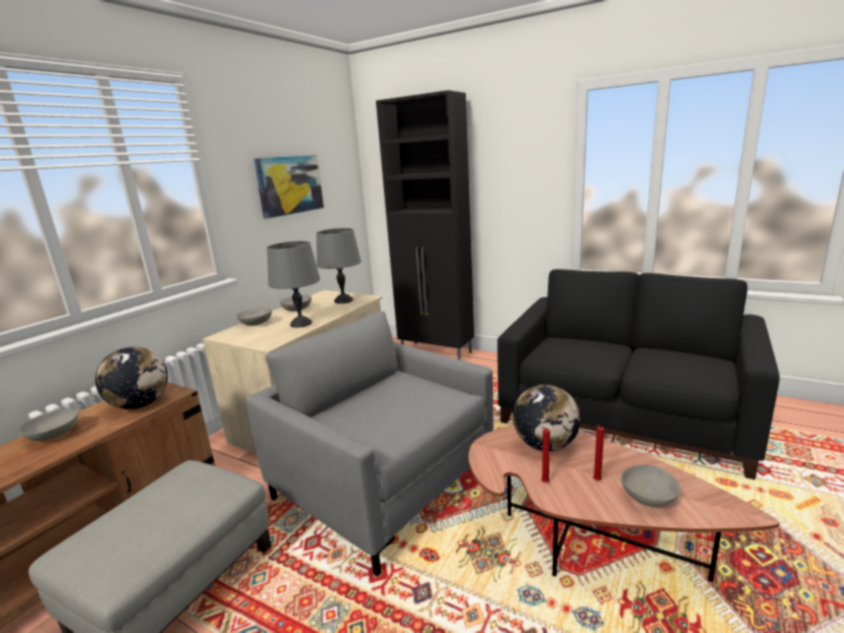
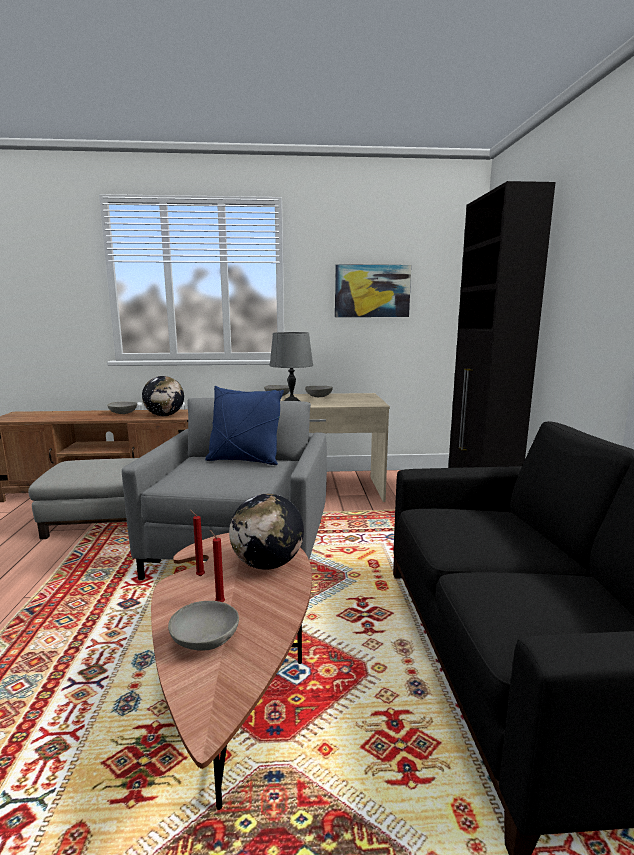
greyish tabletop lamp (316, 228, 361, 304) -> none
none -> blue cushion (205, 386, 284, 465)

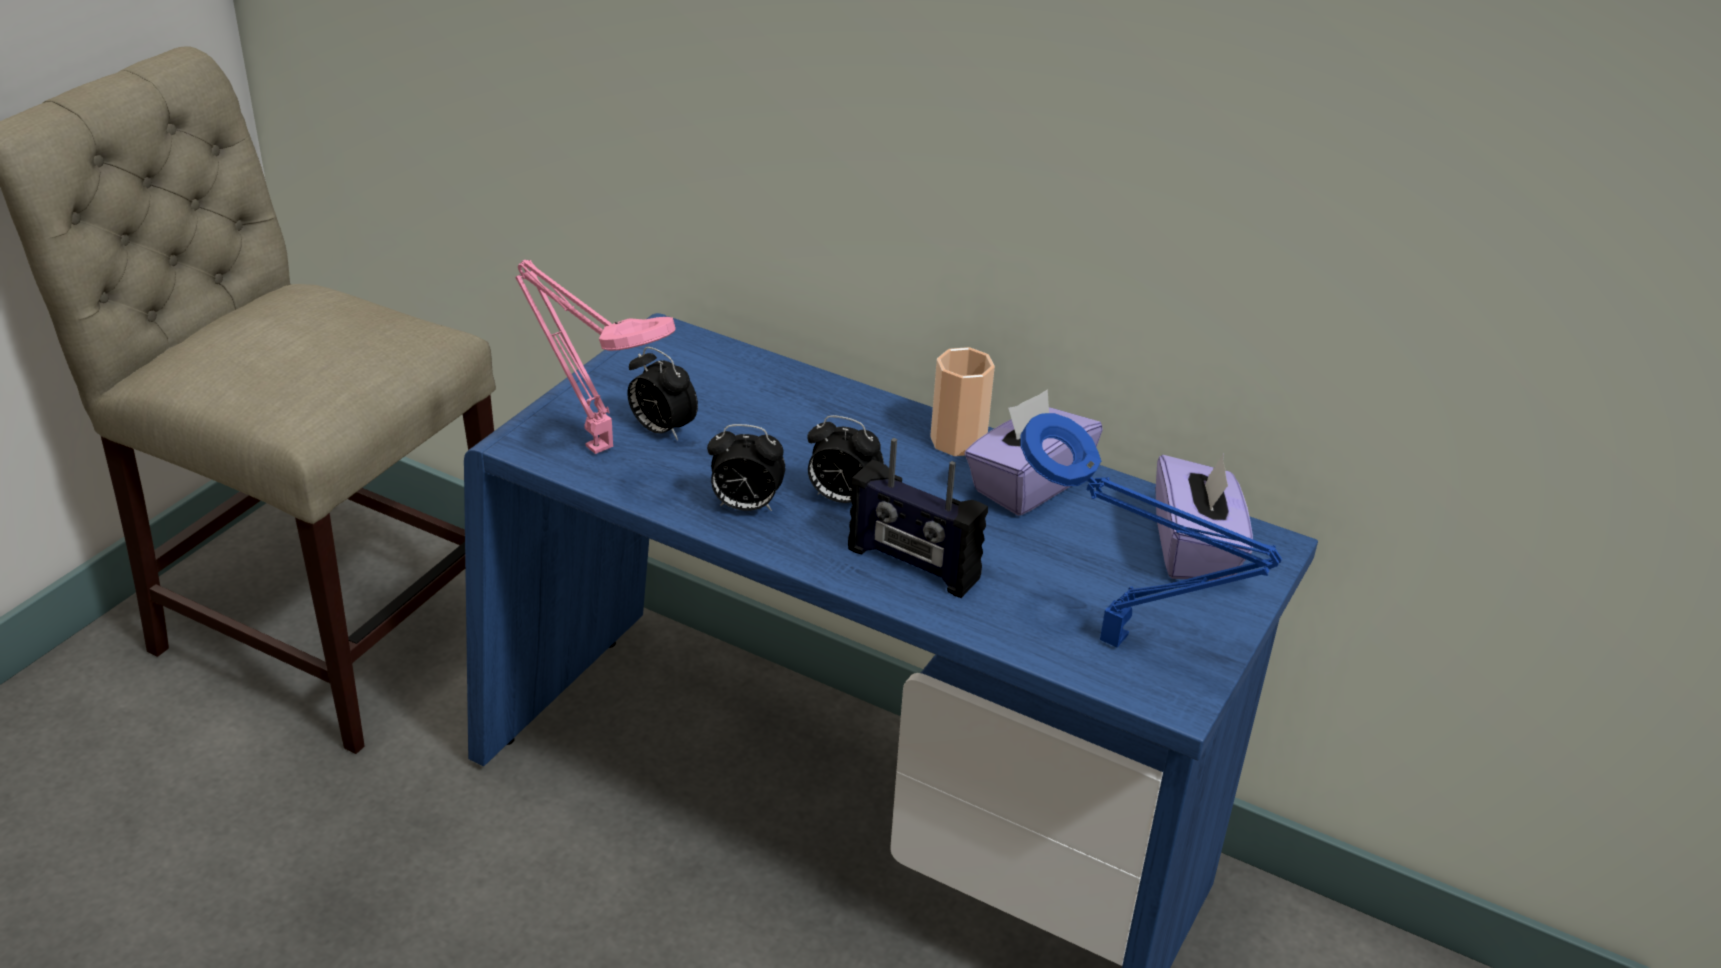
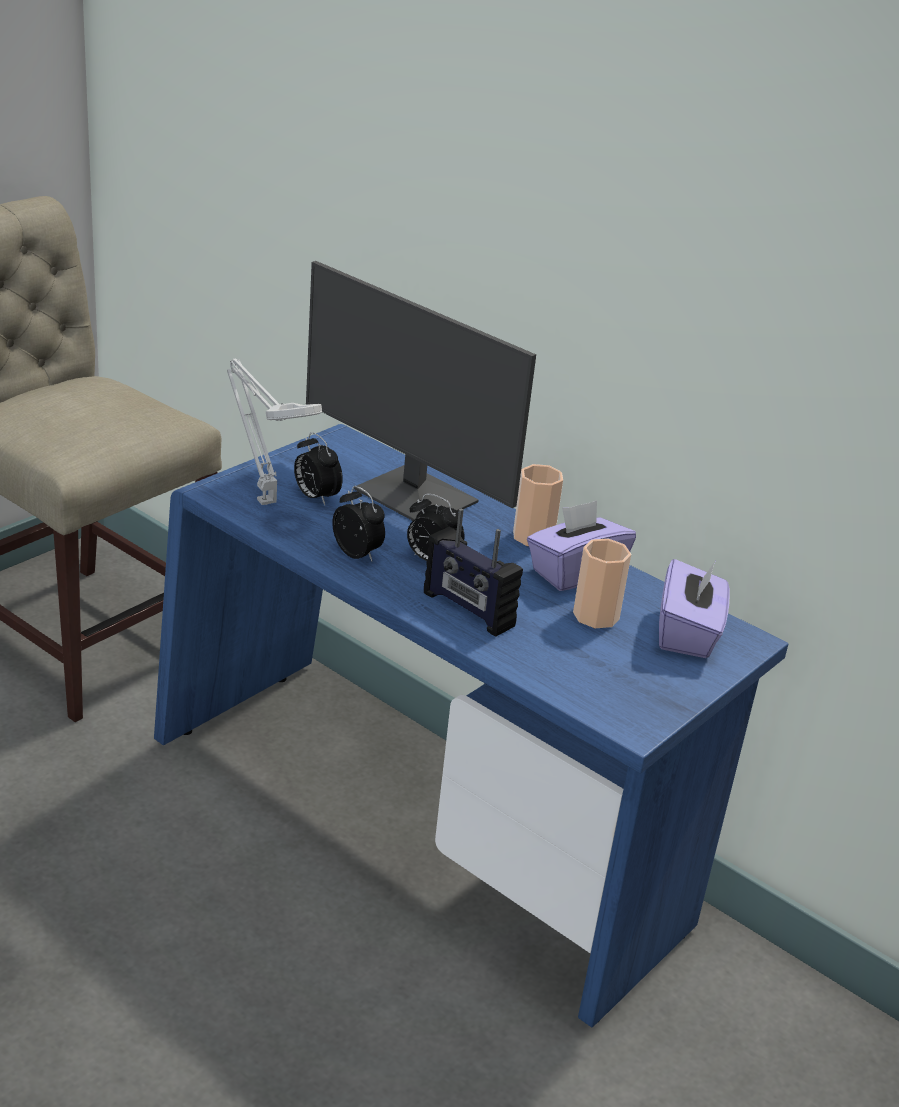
pinkish tabletop lamp (515, 260, 676, 454) -> greyish tabletop lamp (227, 359, 322, 505)
table clock (707, 424, 785, 511) -> table clock (332, 486, 385, 561), 150 degrees counterclockwise
blue tabletop lamp (1021, 413, 1282, 647) -> none
none -> computer screen (306, 261, 536, 521)
none -> small cup (573, 539, 631, 628)

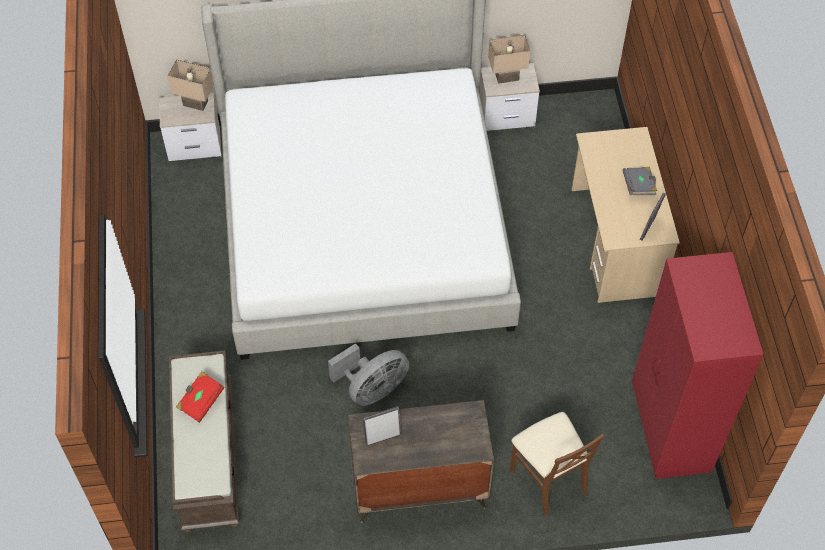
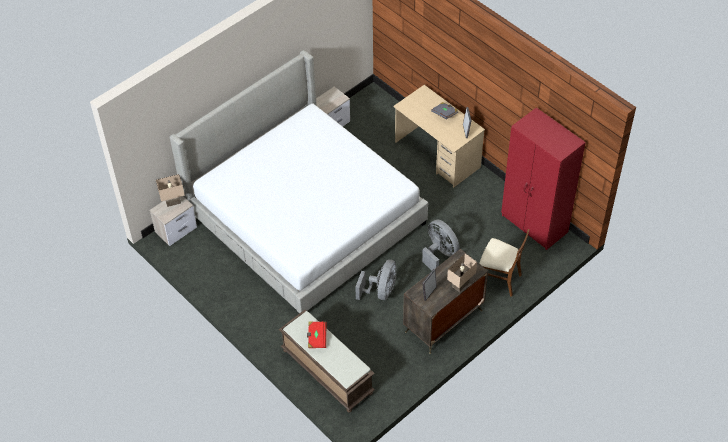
beige-coloured tabletop lamp (488, 34, 530, 84) -> beige-coloured tabletop lamp (447, 253, 477, 292), moved
none -> greyish fan (422, 220, 459, 270)

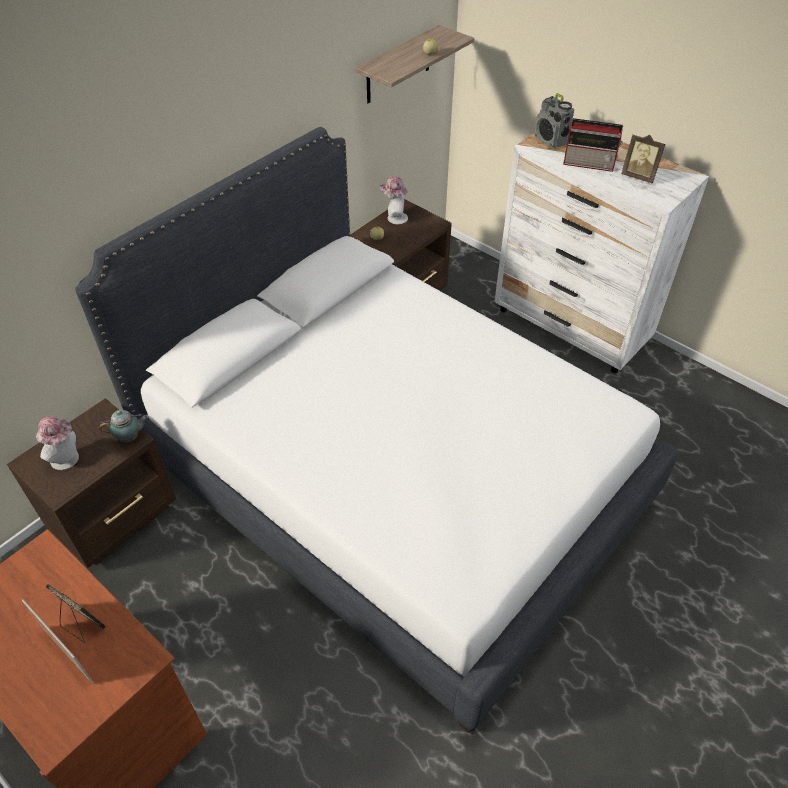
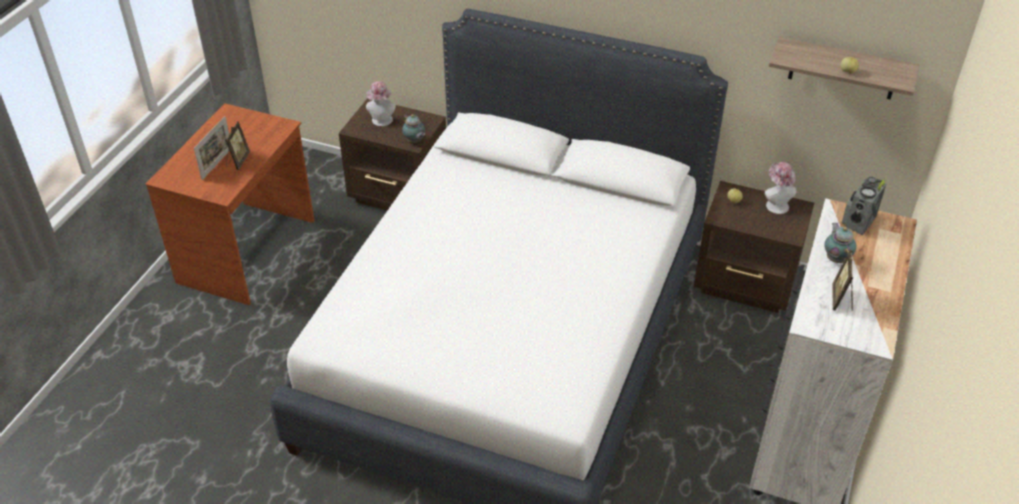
radio (563, 118, 623, 172) -> pot for tea (824, 222, 856, 263)

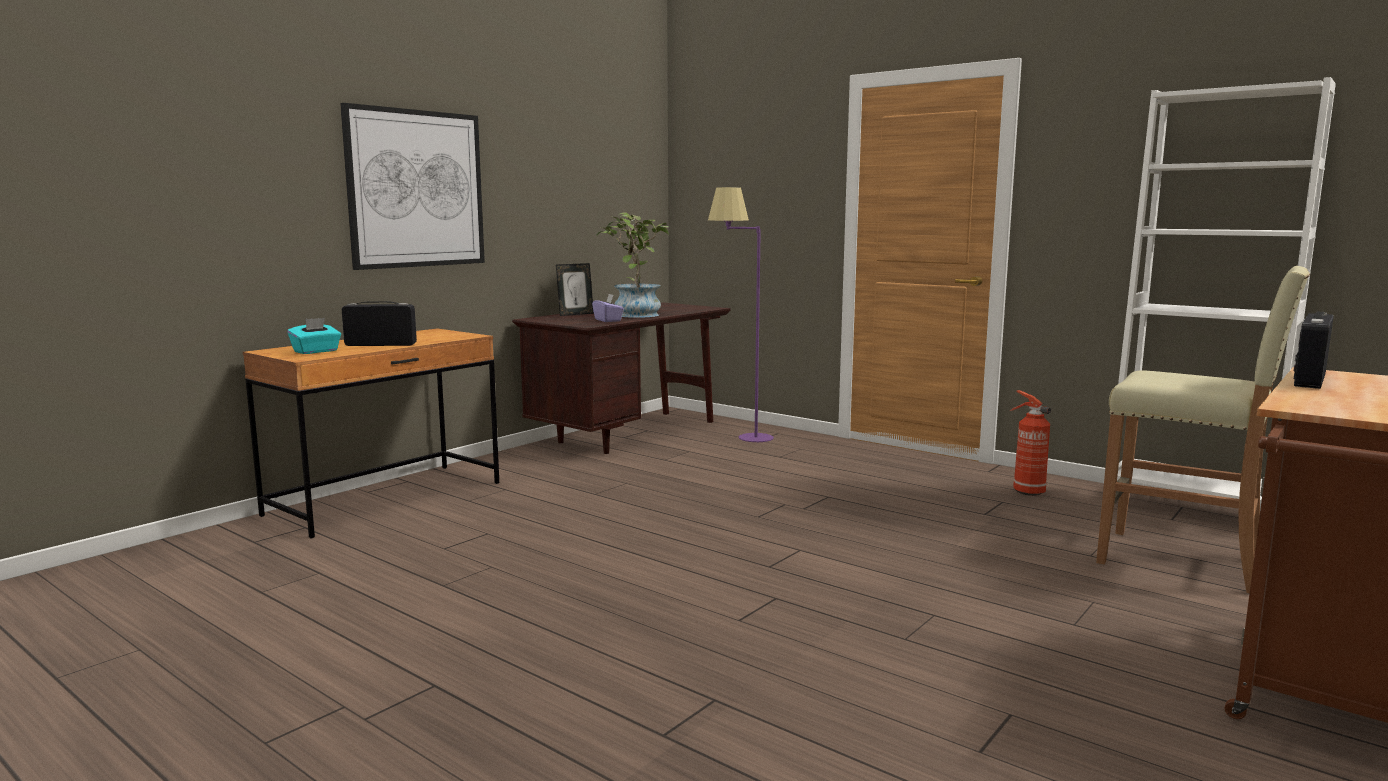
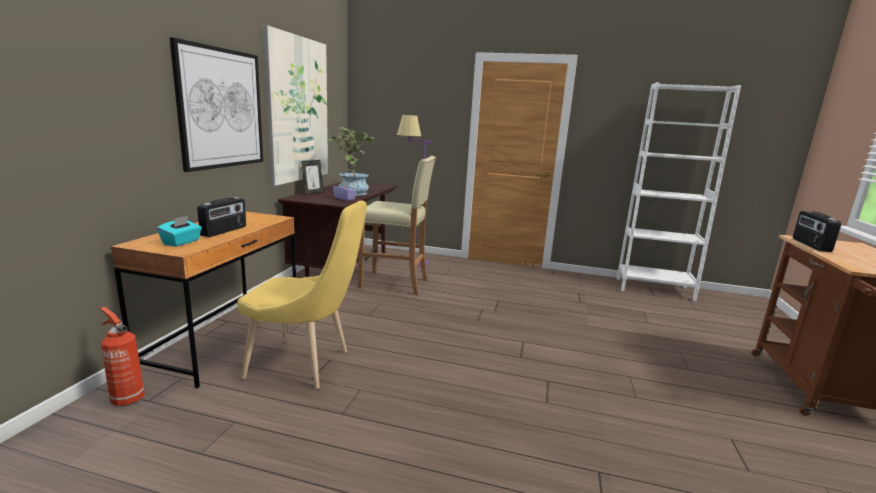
radio (342, 301, 417, 346) -> radio (197, 197, 246, 237), 135 degrees clockwise
extinguisher (1010, 390, 1051, 496) -> extinguisher (100, 307, 145, 406), moved
beige-coloured sitting stool (1096, 266, 1310, 593) -> beige-coloured sitting stool (358, 156, 436, 295), moved
none -> yellow chair (237, 200, 367, 389)
none -> wall picture (263, 25, 328, 186)

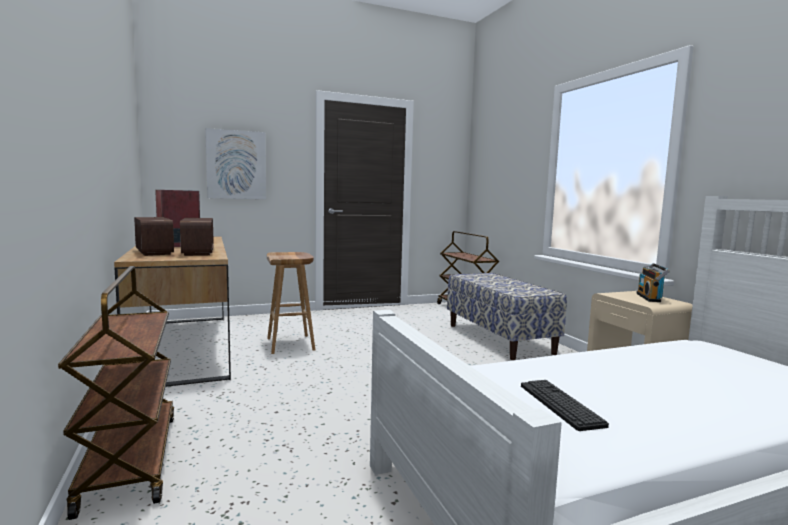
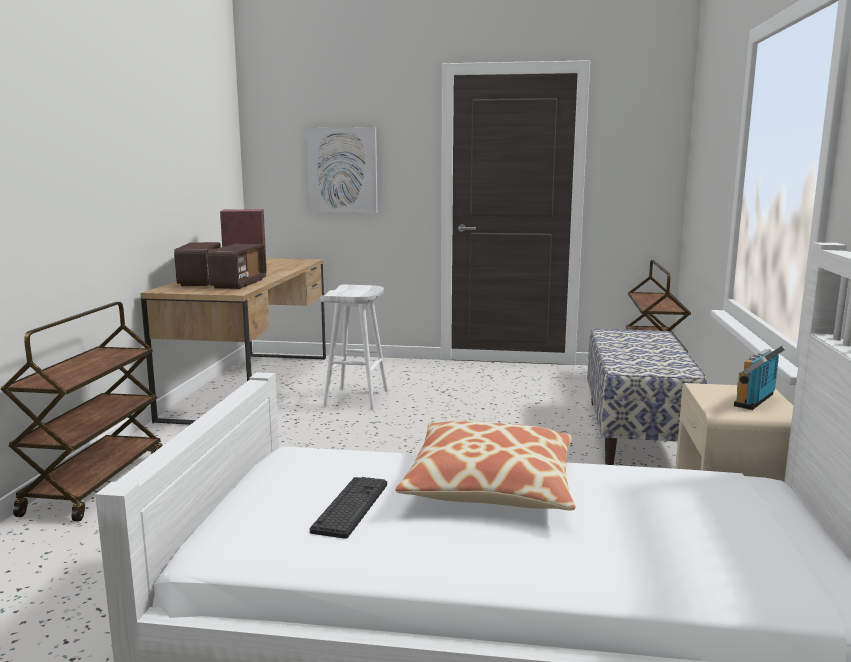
brown sitting stool (267, 252, 315, 354) -> white sitting stool (320, 285, 388, 410)
none -> cushion (395, 421, 575, 510)

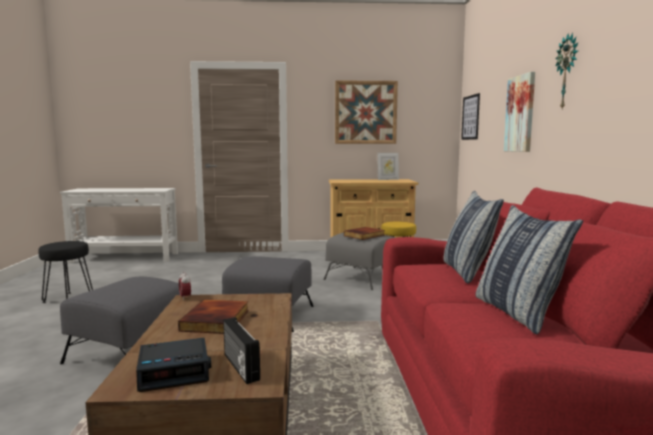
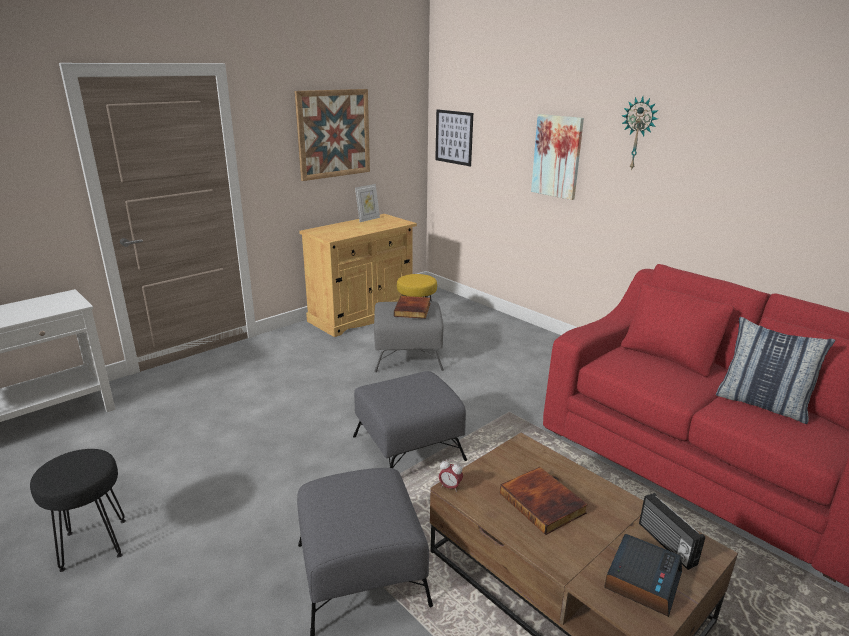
radio (223, 317, 260, 384) -> radio (639, 493, 705, 570), 45 degrees clockwise
cushion (443, 191, 504, 284) -> none

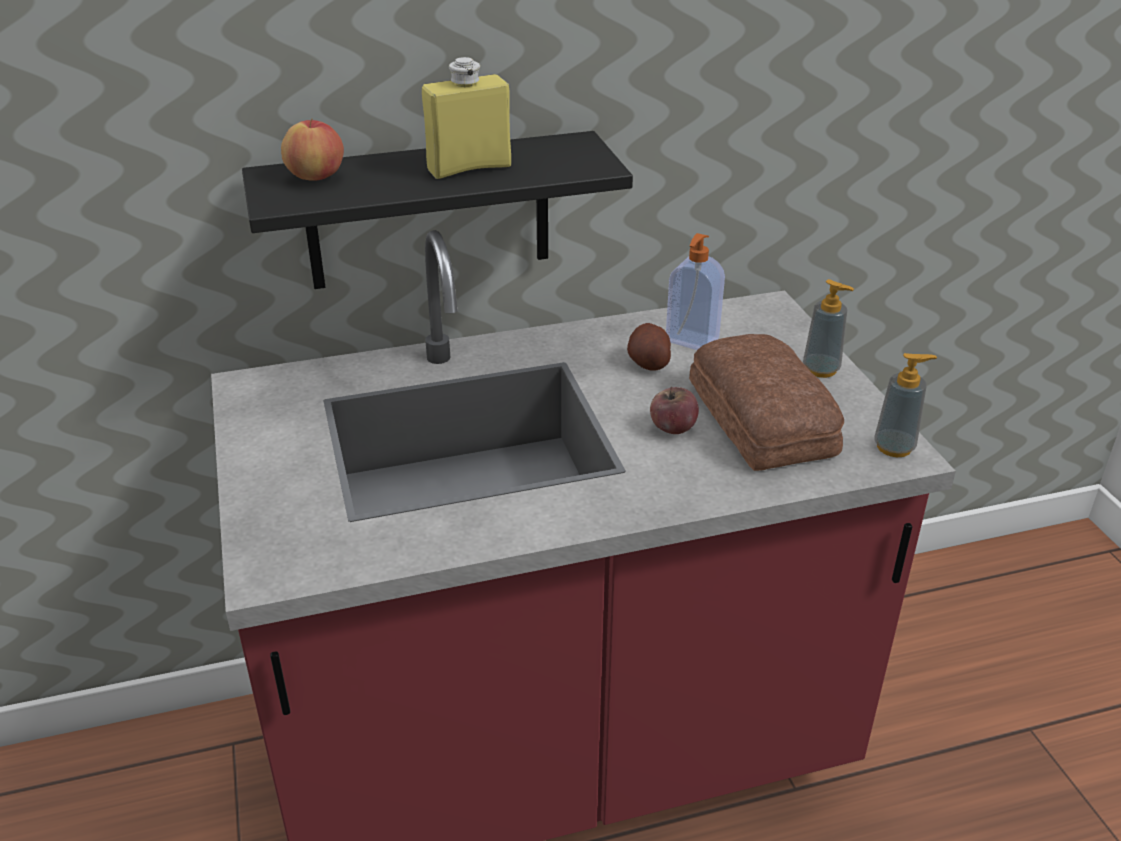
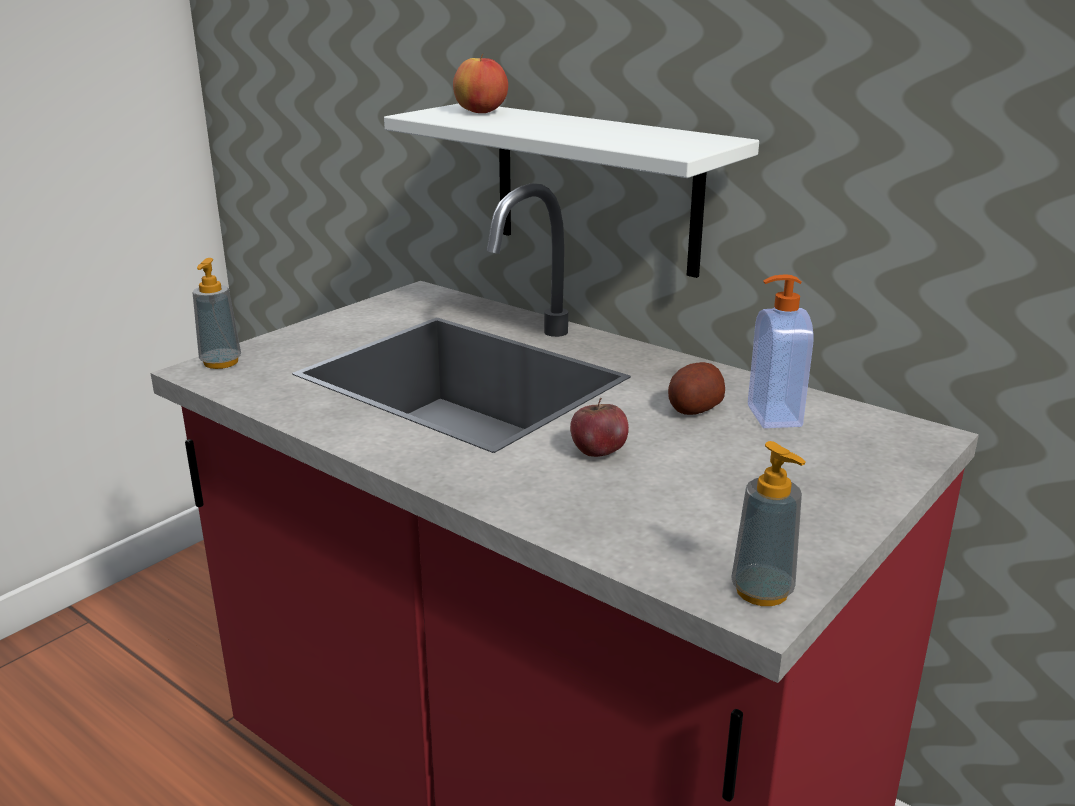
black-coloured shelf (242, 131, 633, 289) -> white shelf (384, 104, 759, 278)
yellow drink bottle (422, 57, 511, 179) -> none
bread (689, 334, 844, 471) -> none
liquid soap bottle (803, 279, 854, 378) -> liquid soap bottle (192, 258, 241, 369), moved

